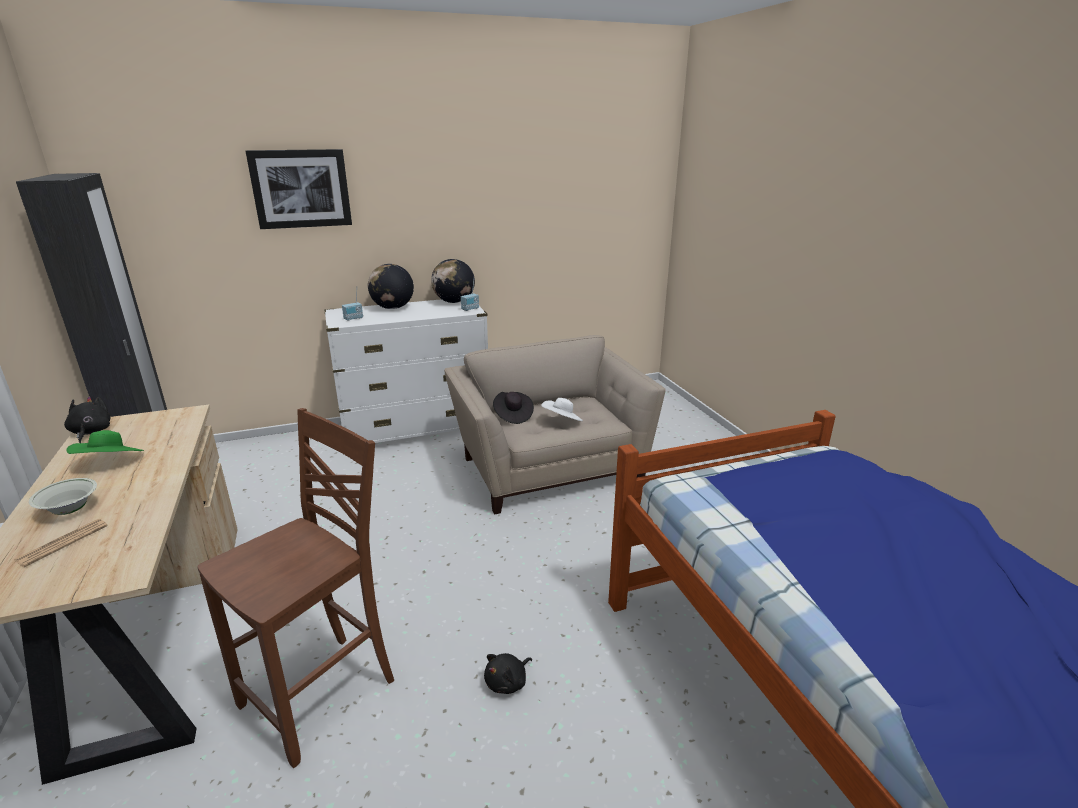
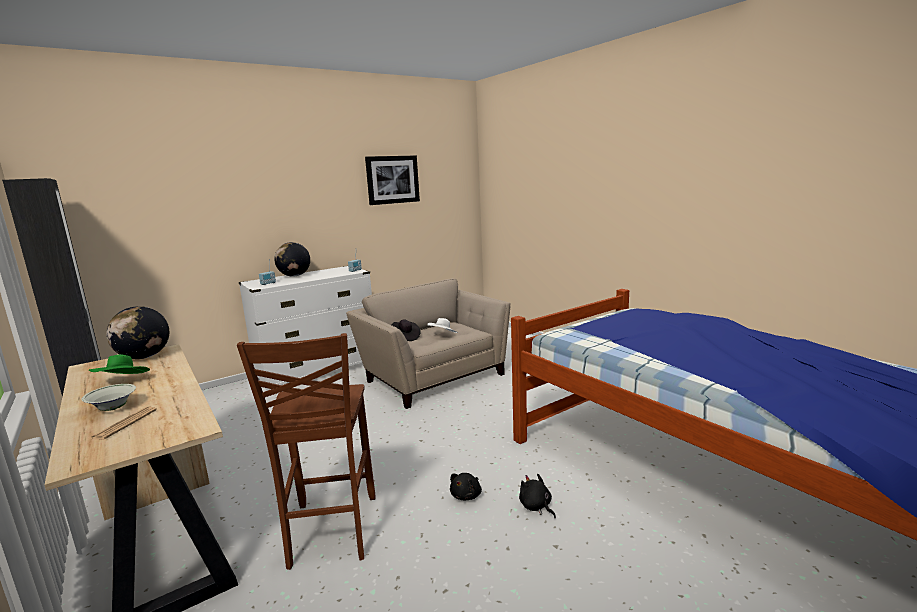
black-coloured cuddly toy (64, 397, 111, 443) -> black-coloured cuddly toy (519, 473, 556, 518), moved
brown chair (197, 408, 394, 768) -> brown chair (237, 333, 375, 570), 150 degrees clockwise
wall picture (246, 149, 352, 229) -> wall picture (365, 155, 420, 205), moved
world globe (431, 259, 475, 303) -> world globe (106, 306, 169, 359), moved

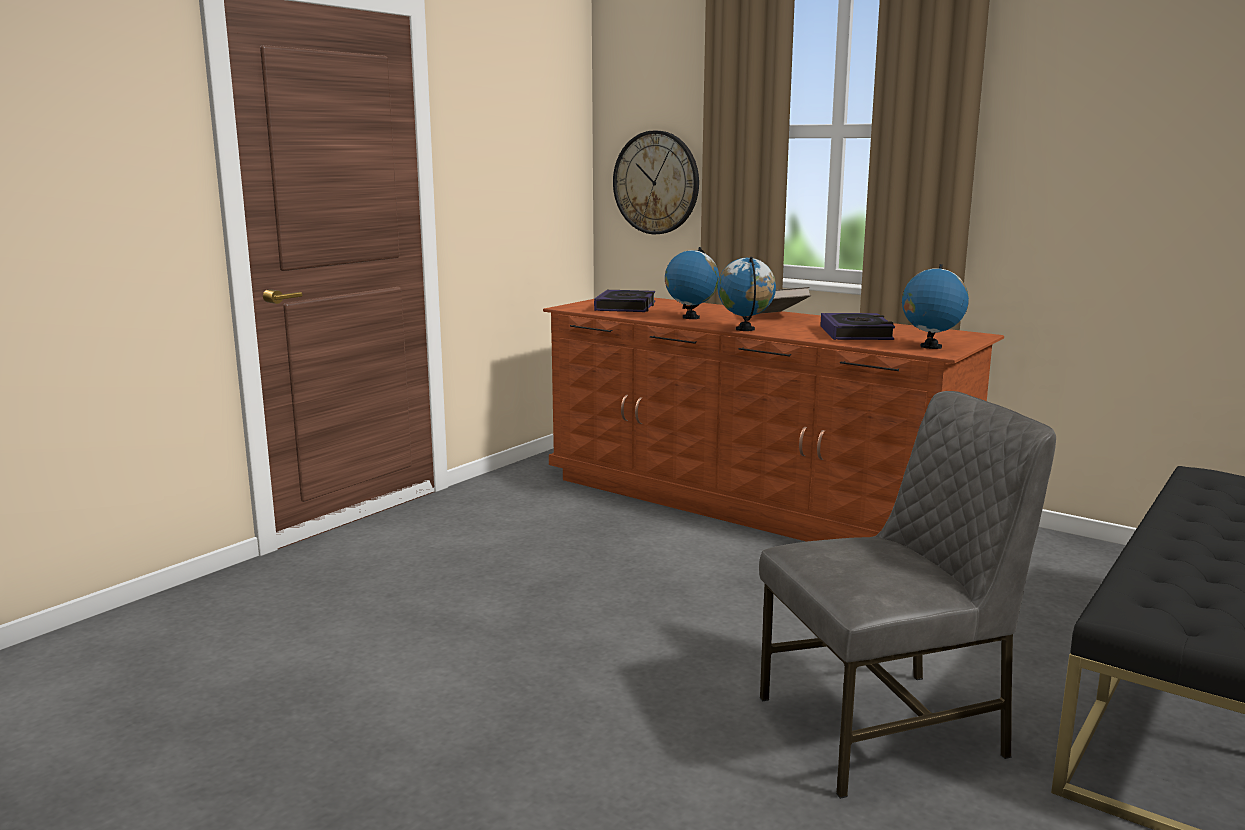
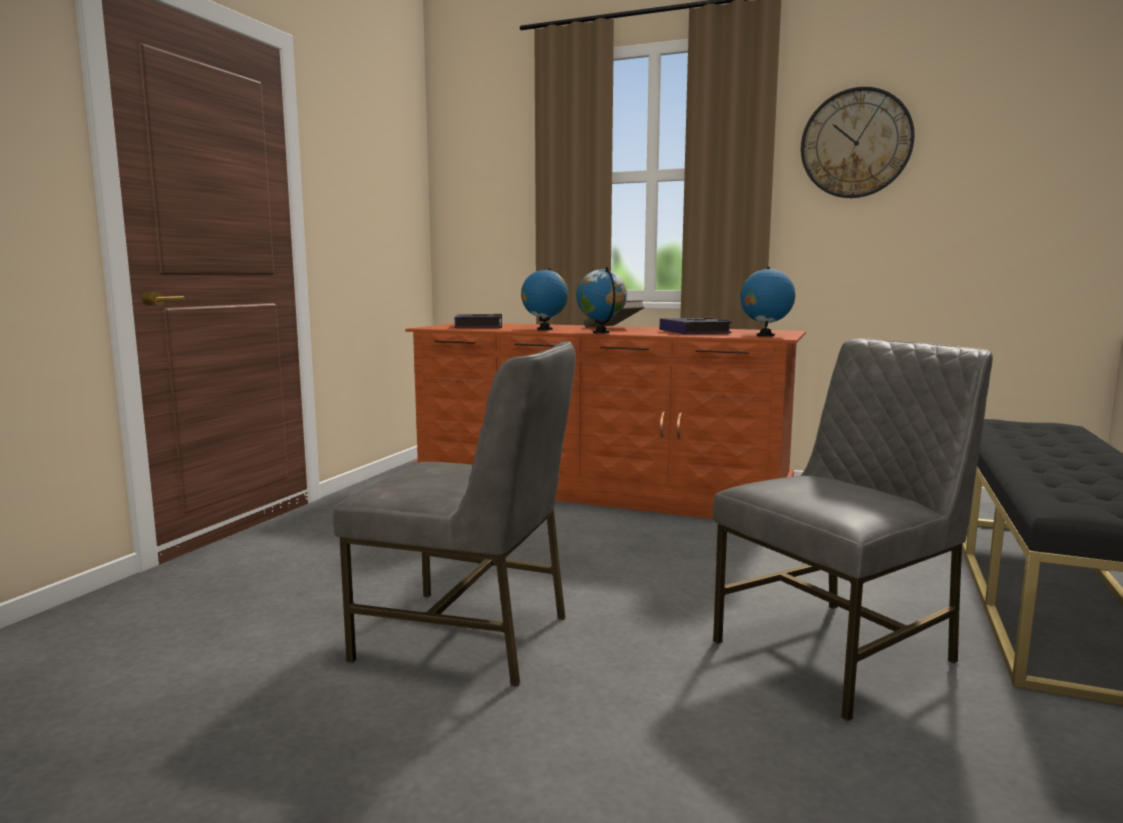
hanging clock (613, 131, 699, 234) -> hanging clock (801, 87, 915, 198), moved
none -> greyish chair (332, 341, 576, 687)

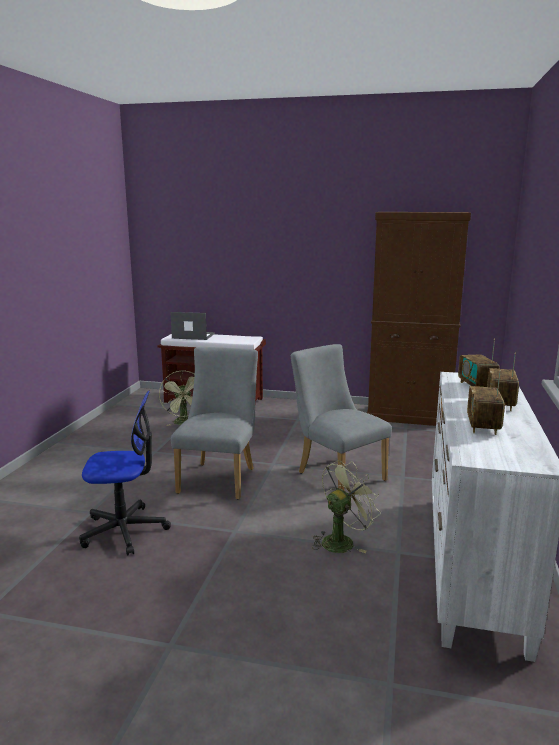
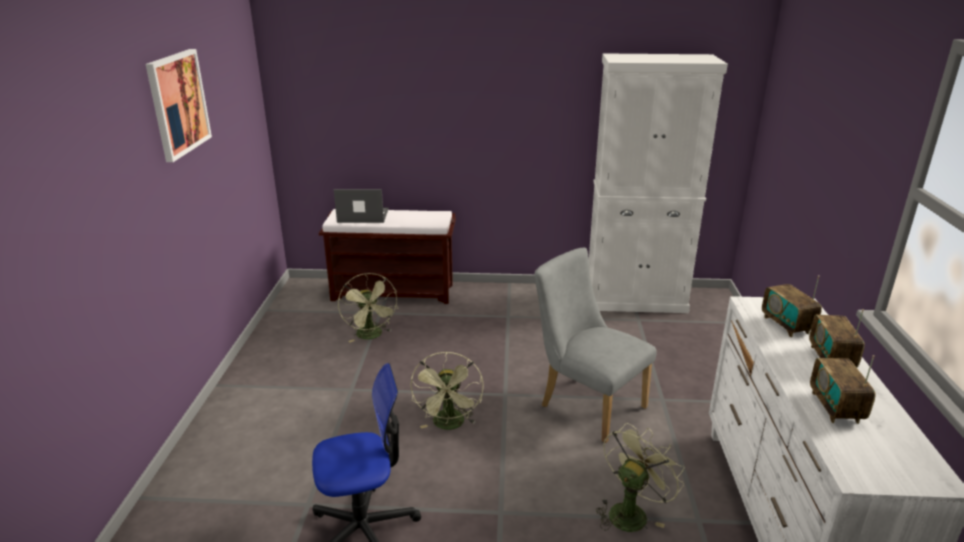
greyish chair (171, 347, 258, 500) -> green fan (410, 352, 484, 430)
brown cupboard (367, 212, 471, 426) -> white cupboard (589, 54, 728, 313)
none -> wall picture (146, 49, 212, 162)

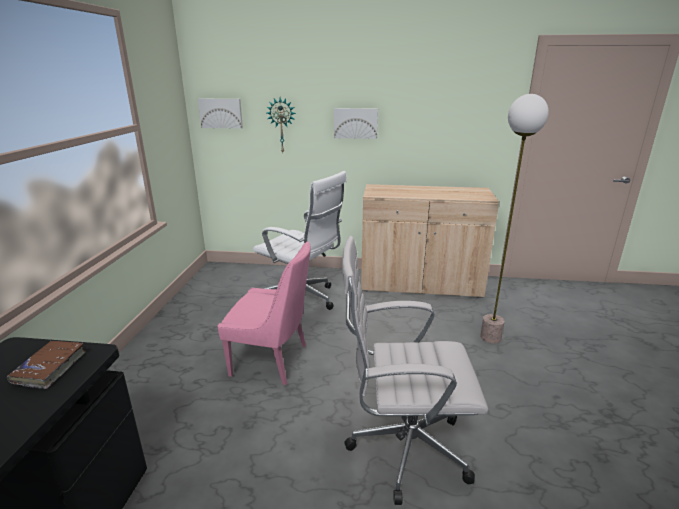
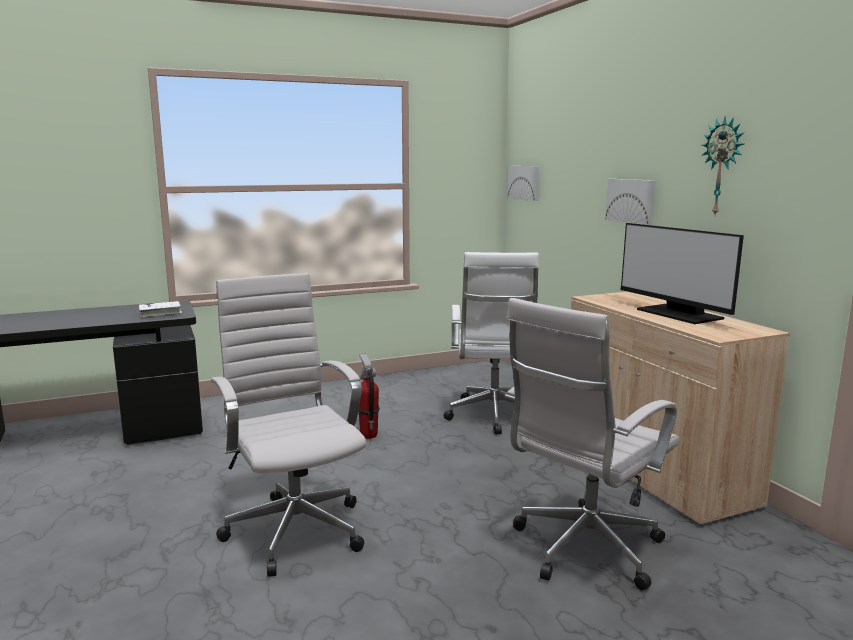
brown bound book (7, 341, 86, 389) -> white bound book (139, 301, 182, 317)
pinkish chair (218, 241, 311, 385) -> extinguisher (358, 353, 380, 439)
hanging clock (267, 97, 296, 152) -> hanging clock (702, 116, 744, 215), moved
standing lamp (480, 94, 549, 344) -> white desk chair (505, 298, 680, 590)
none -> computer screen (621, 223, 744, 324)

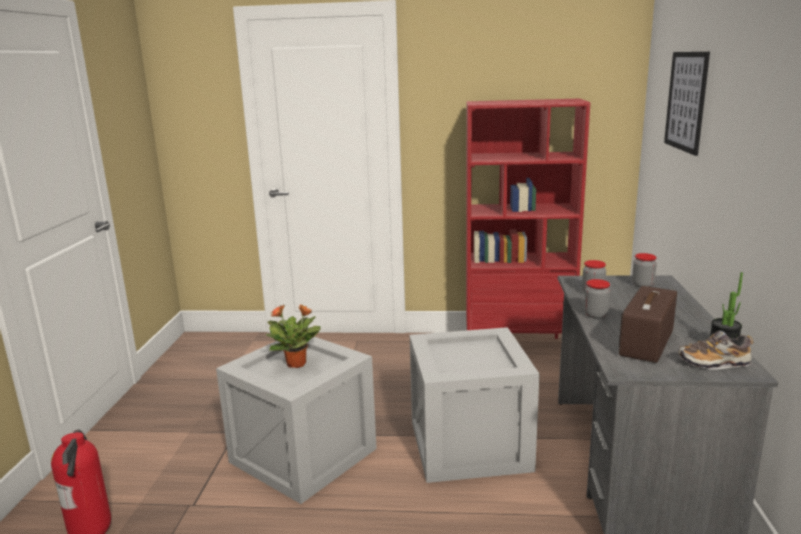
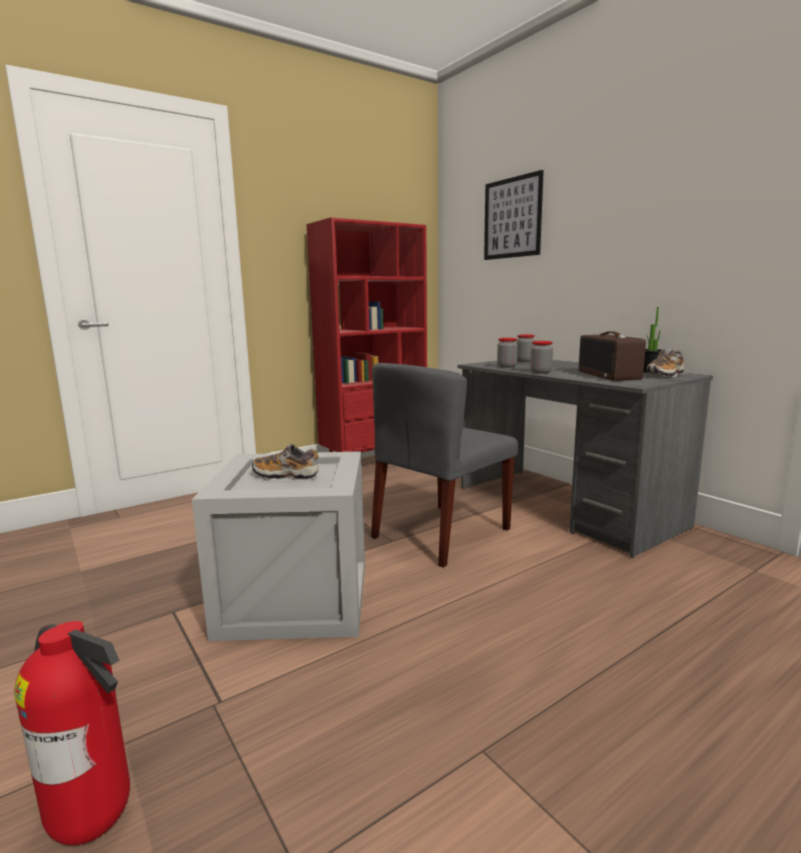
potted plant (266, 304, 321, 368) -> low shoe (252, 444, 319, 481)
packing crate (410, 327, 540, 483) -> greyish chair (371, 363, 518, 568)

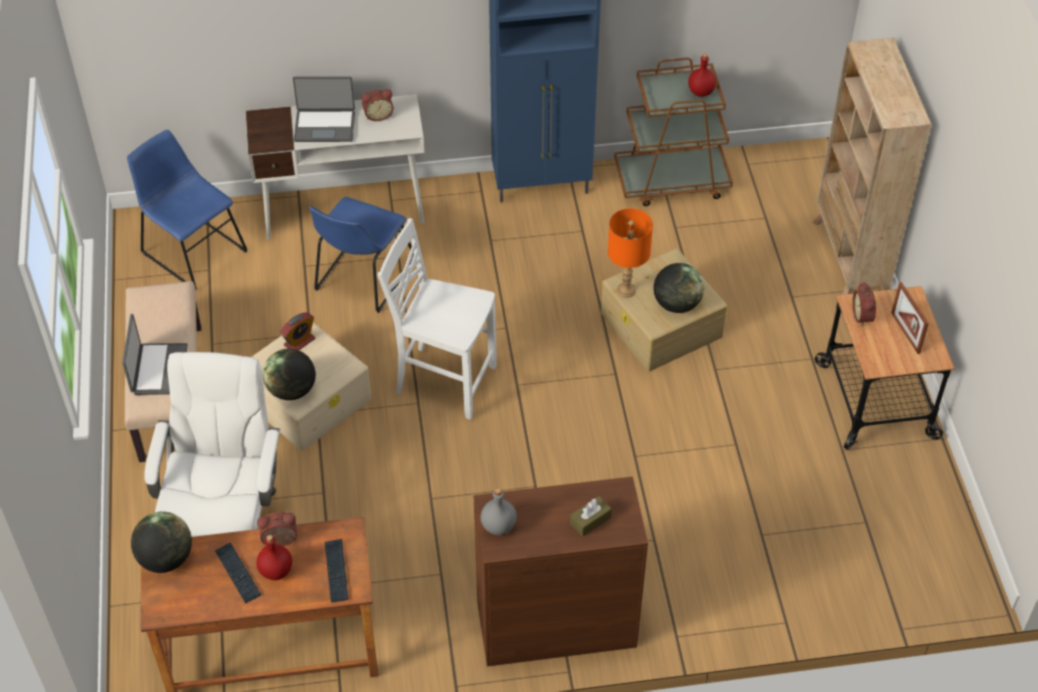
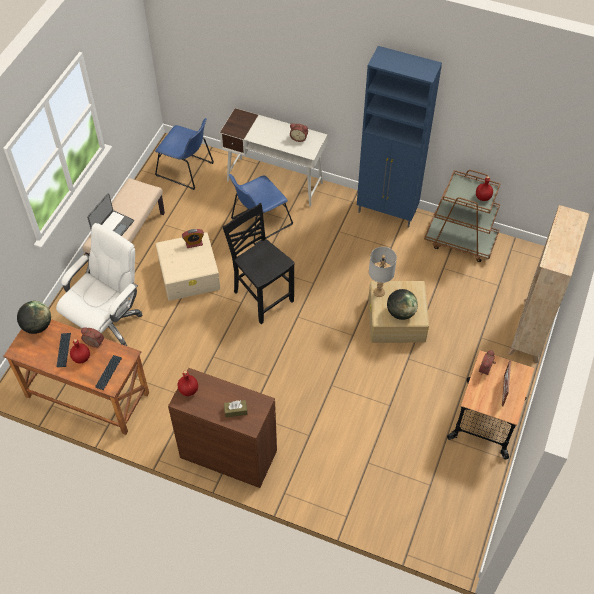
blue chair (127, 130, 247, 288) -> blue chair (155, 118, 214, 190), 135 degrees clockwise
world globe (262, 349, 316, 400) -> none
portable computer (293, 76, 355, 142) -> none
white chair (377, 218, 497, 420) -> black-coloured chair (223, 203, 295, 324)
greyish drink bottle (481, 488, 517, 535) -> red-coloured drink bottle (178, 371, 198, 396)
orange-coloured tabletop lamp (608, 208, 653, 298) -> greyish tabletop lamp (369, 247, 397, 297)

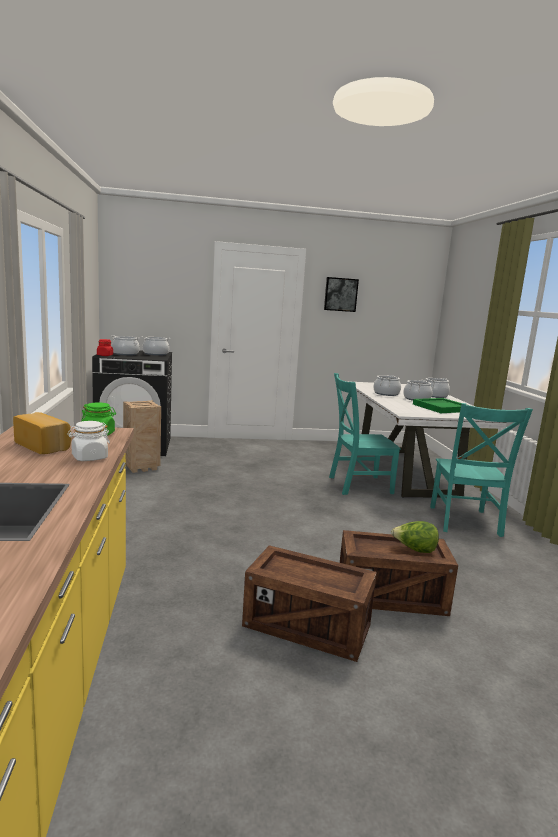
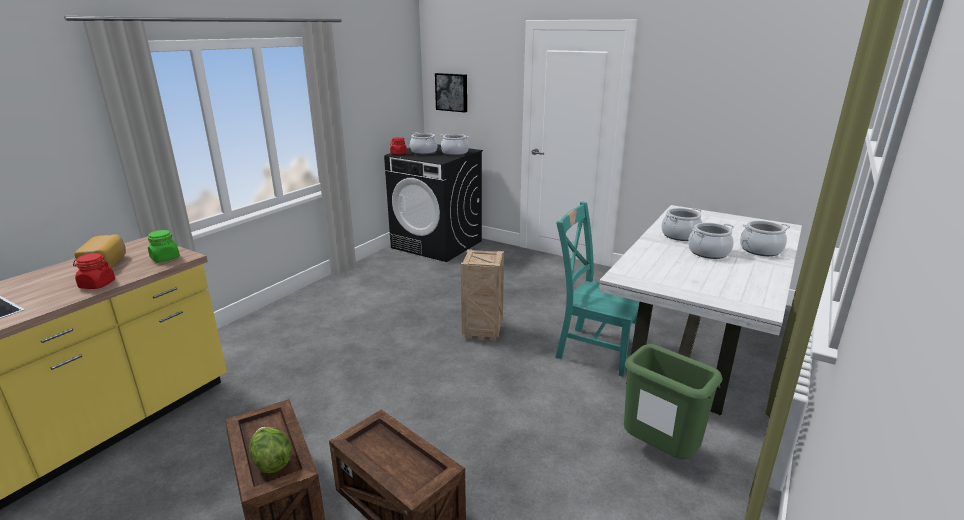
white preserve jar (67, 421, 110, 461) -> red-coloured preserve jar (73, 253, 115, 289)
packing crate (123, 400, 161, 473) -> packing crate (461, 249, 504, 341), moved
wall picture (324, 277, 359, 312) -> wall picture (435, 73, 467, 112), moved
head of lettuce (391, 521, 439, 553) -> head of lettuce (249, 427, 292, 474), moved
green serving tray (413, 398, 462, 413) -> none
turquoise-coloured chair (430, 403, 533, 537) -> green waste bin (624, 344, 723, 459)

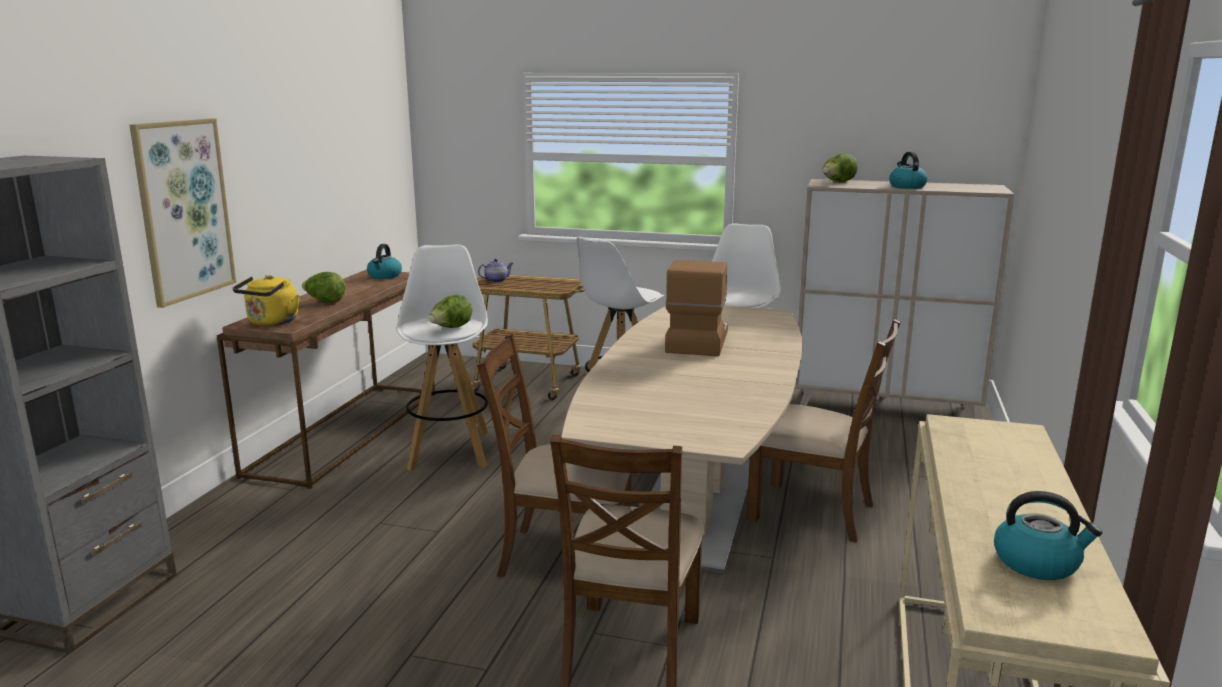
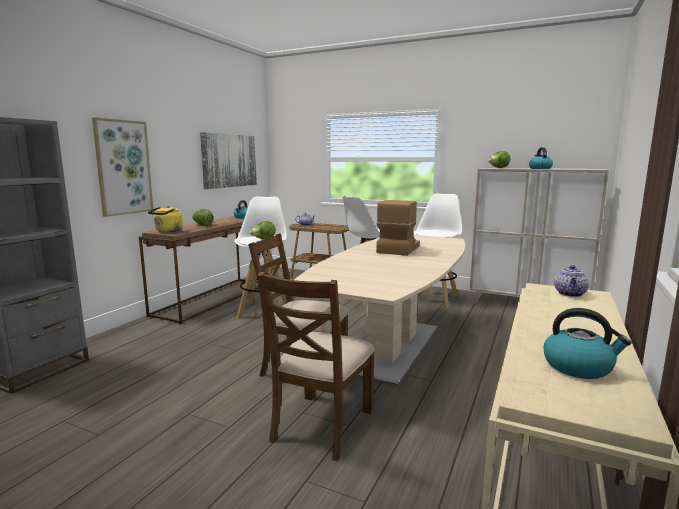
brown chair (747, 319, 901, 543) -> none
none -> wall picture (200, 132, 257, 189)
none -> pot for tea (554, 265, 589, 297)

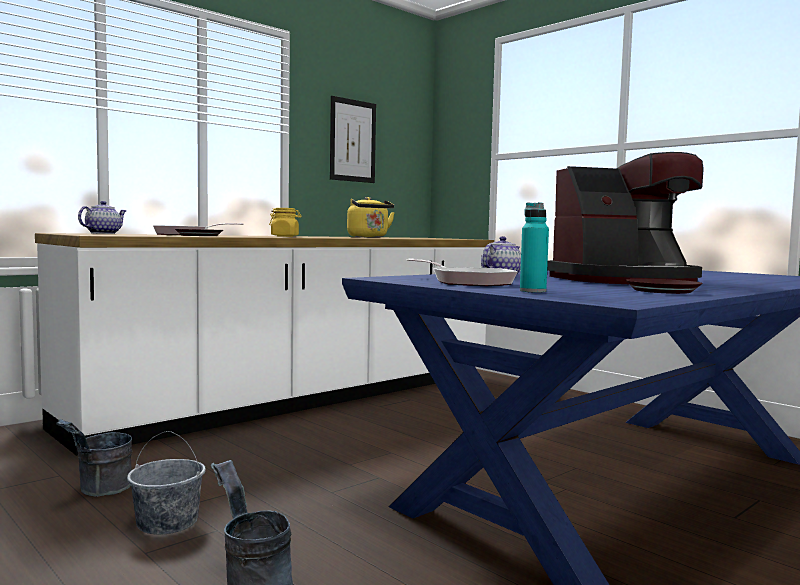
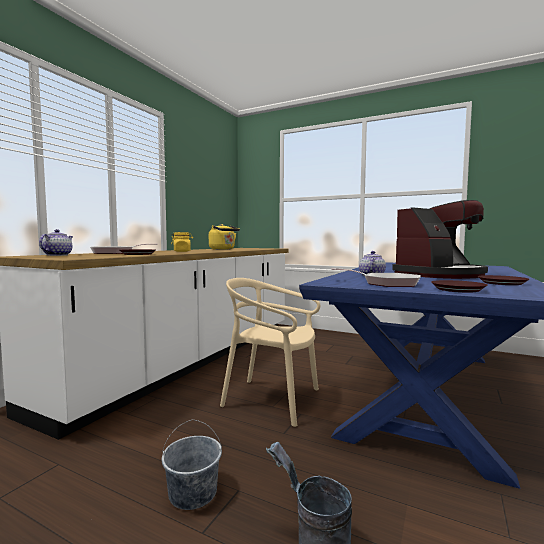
greyish pail (56, 419, 132, 497) -> none
wall picture (330, 96, 376, 183) -> none
turquoise-coloured drink bottle (520, 202, 549, 293) -> brown flat dish (431, 280, 487, 293)
none -> beige-coloured chair (220, 278, 320, 427)

